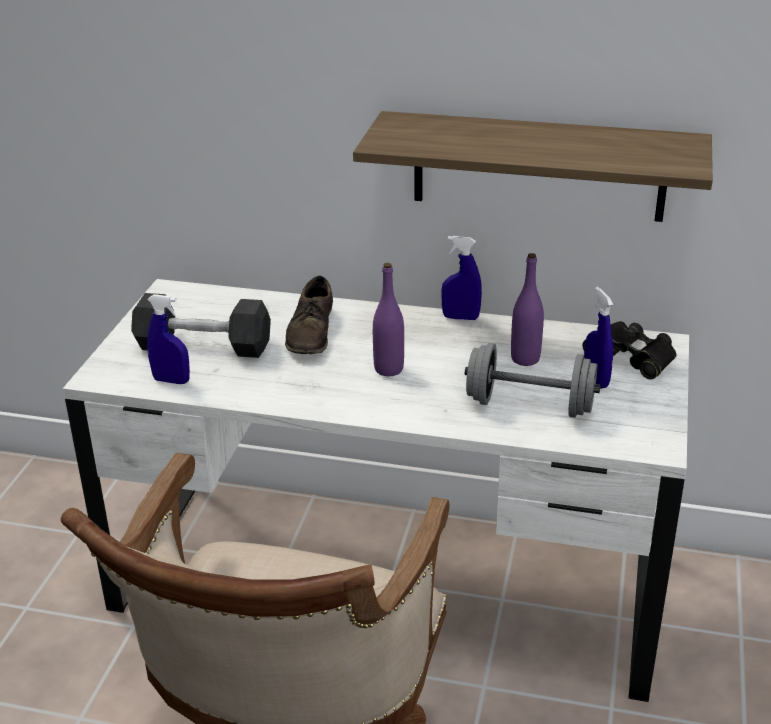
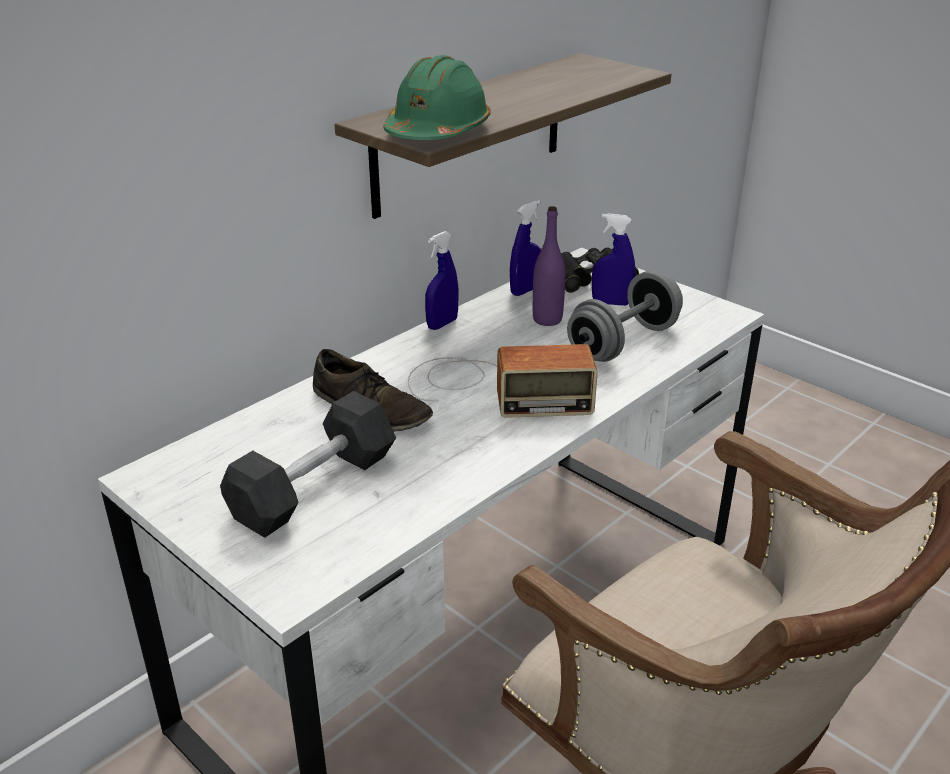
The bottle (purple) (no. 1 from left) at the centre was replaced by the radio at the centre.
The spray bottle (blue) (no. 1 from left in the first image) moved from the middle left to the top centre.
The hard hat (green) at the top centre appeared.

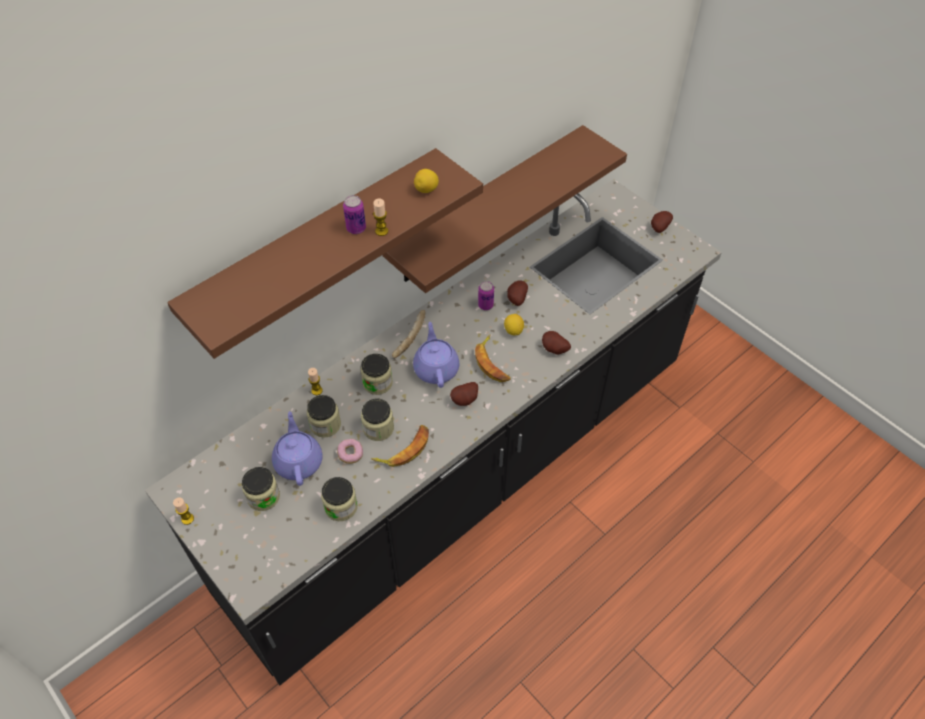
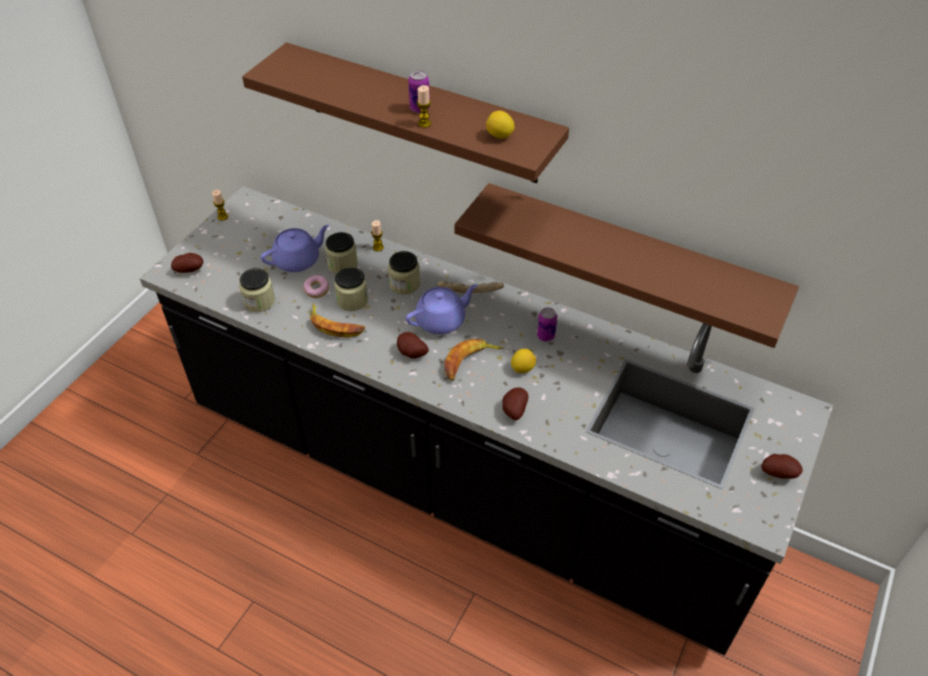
The potato (no. 2 from left in the first image) moved from the centre to the middle left.
The jar (no. 1 from left) at the bottom left disappeared.

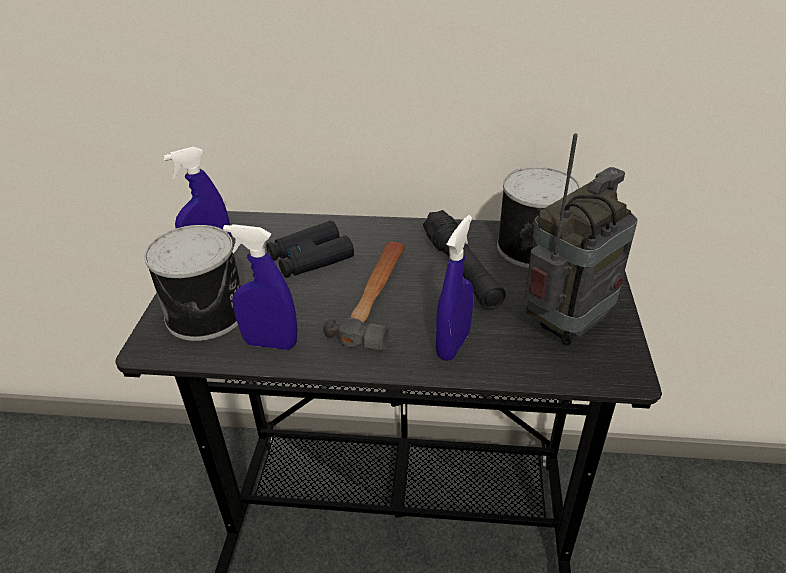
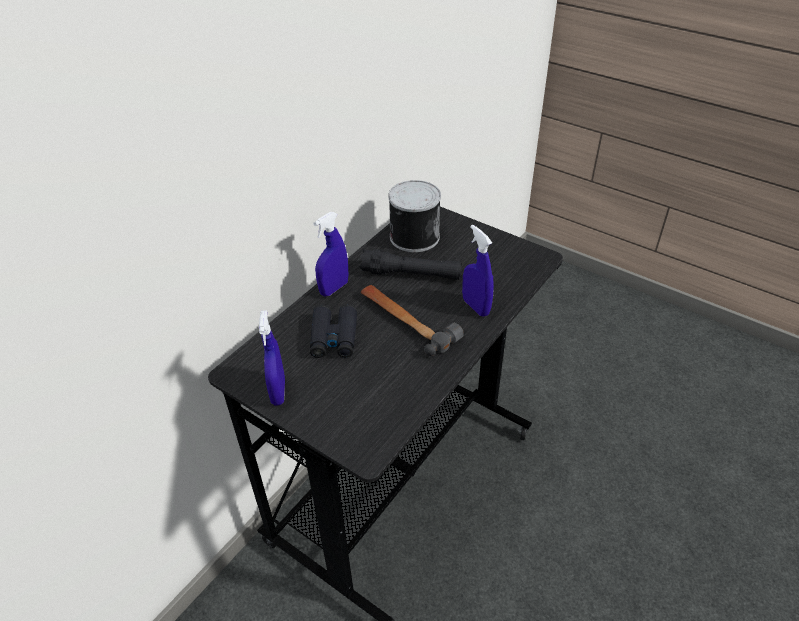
The radio at the middle right disappeared.
The spray bottle (blue) (no. 2 from left) moved from the middle left to the centre.
The can (no. 1 from left) at the middle left disappeared.

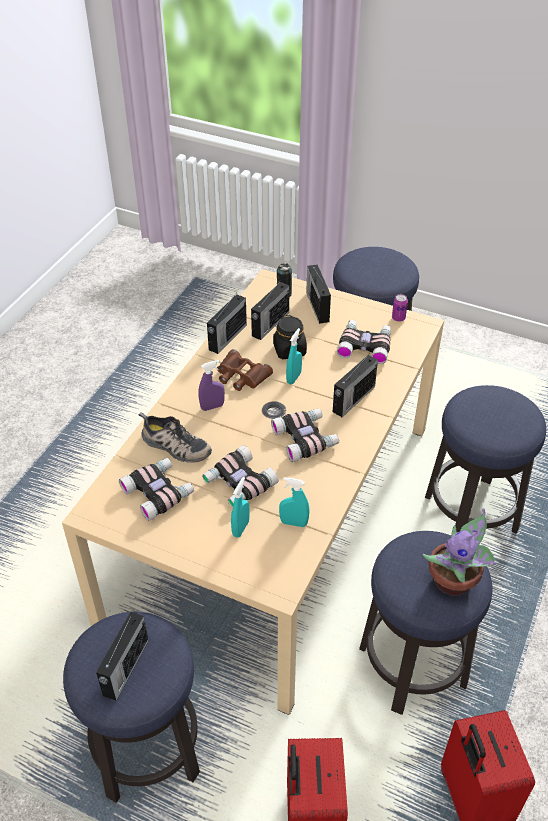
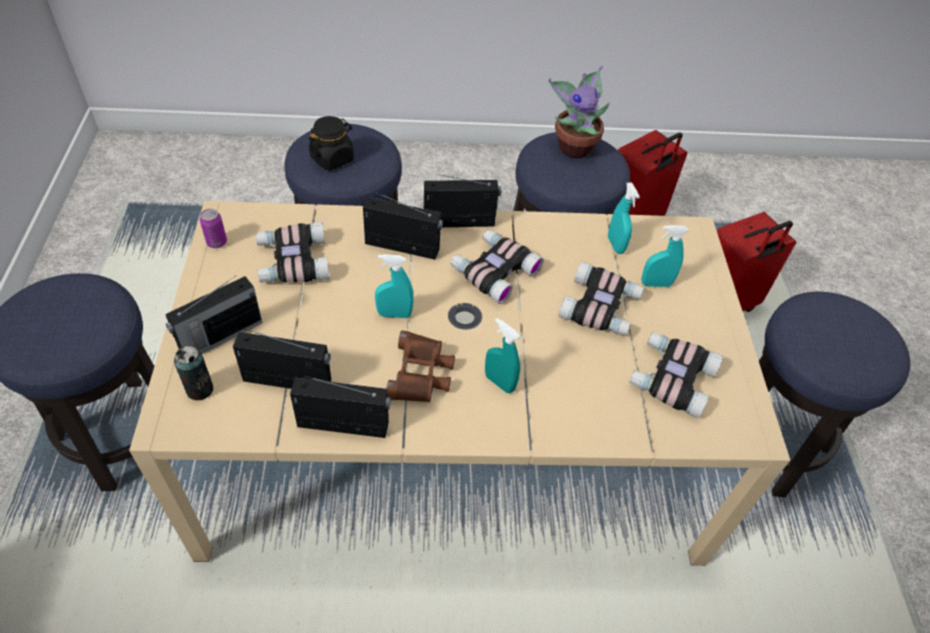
The jar (black) moved from the centre to the top centre.
The spray bottle (purple) at the centre became the spray bottle (turquoise) (no. 2 from left) at the centre.
The shoe at the middle left disappeared.
The radio (no. 1 from left in the first image) moved from the bottom left to the top centre.

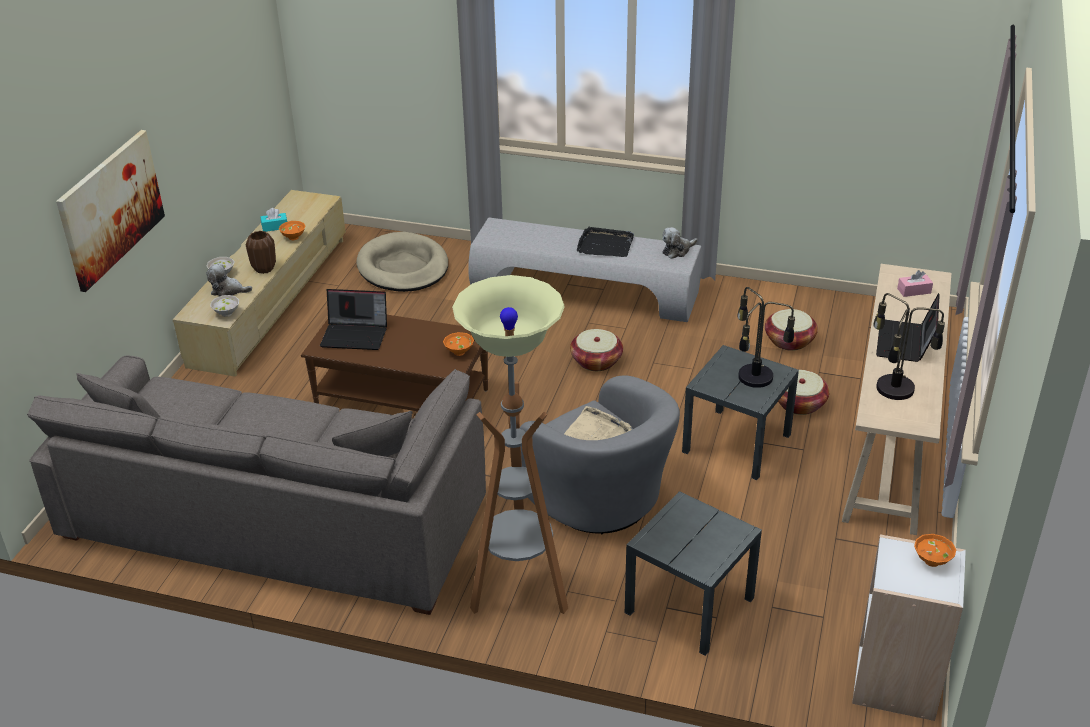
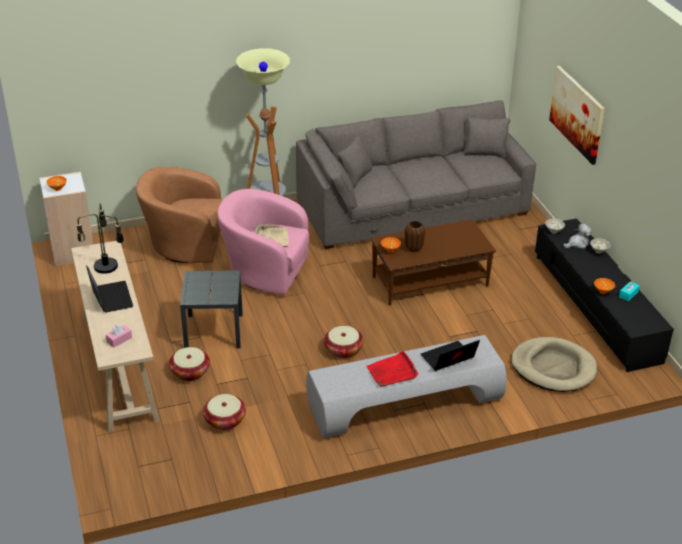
The tv stand (beige) at the middle left became the tv stand (black) at the middle right.
The tray (black) at the top centre became the tray (red) at the bottom centre.
The plush toy (no. 2 from left) at the centre disappeared.
The vase (brown) moved from the middle left to the centre.
The table lamp (no. 1 from left) at the middle right disappeared.
The laptop (no. 1 from left in the first image) moved from the middle left to the centre.
The armchair (grey) at the centre became the armchair (pink) at the centre.
The side table (grey) (no. 1 from left) at the bottom centre was replaced by the armchair (brown) at the middle left.

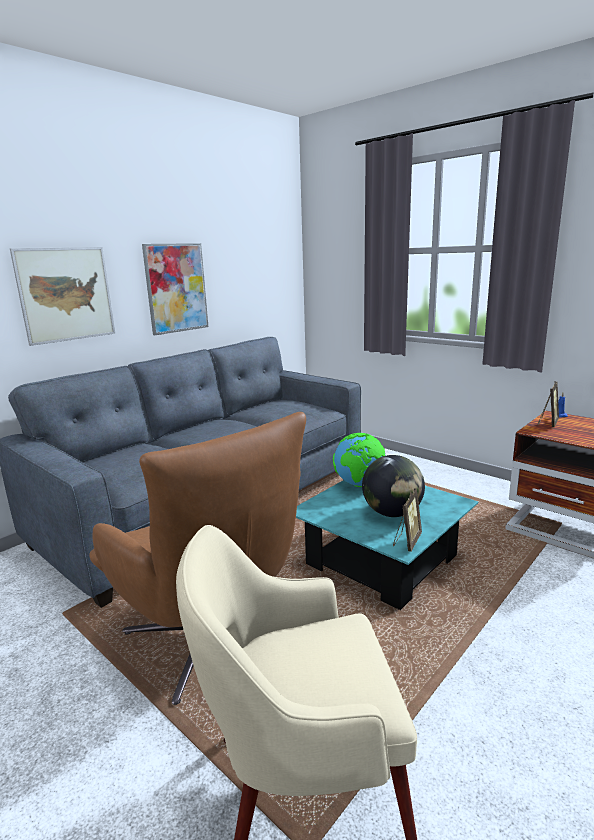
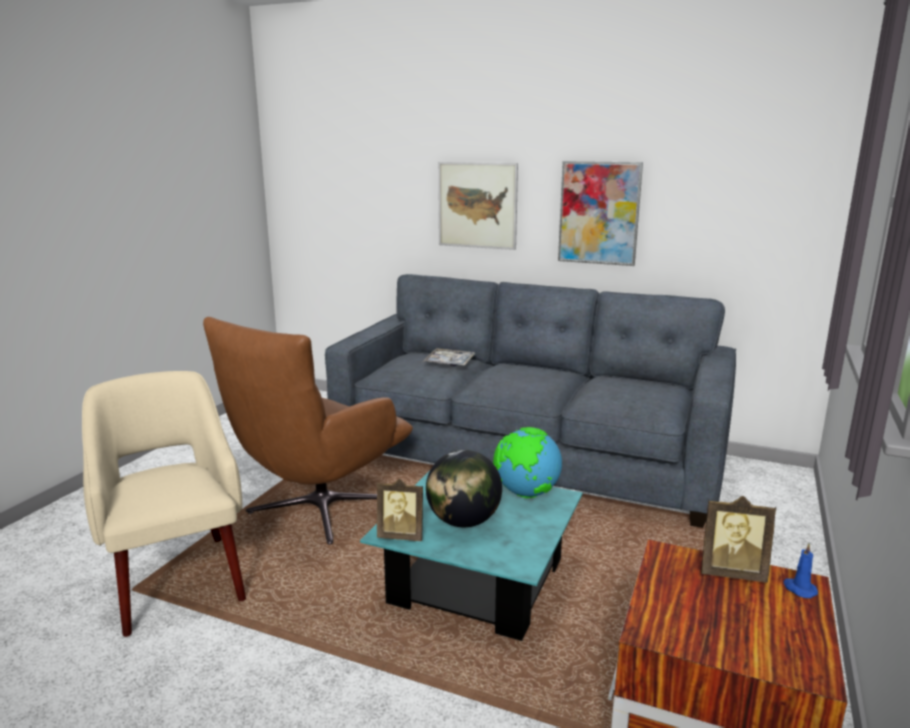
The tray at the centre appeared.

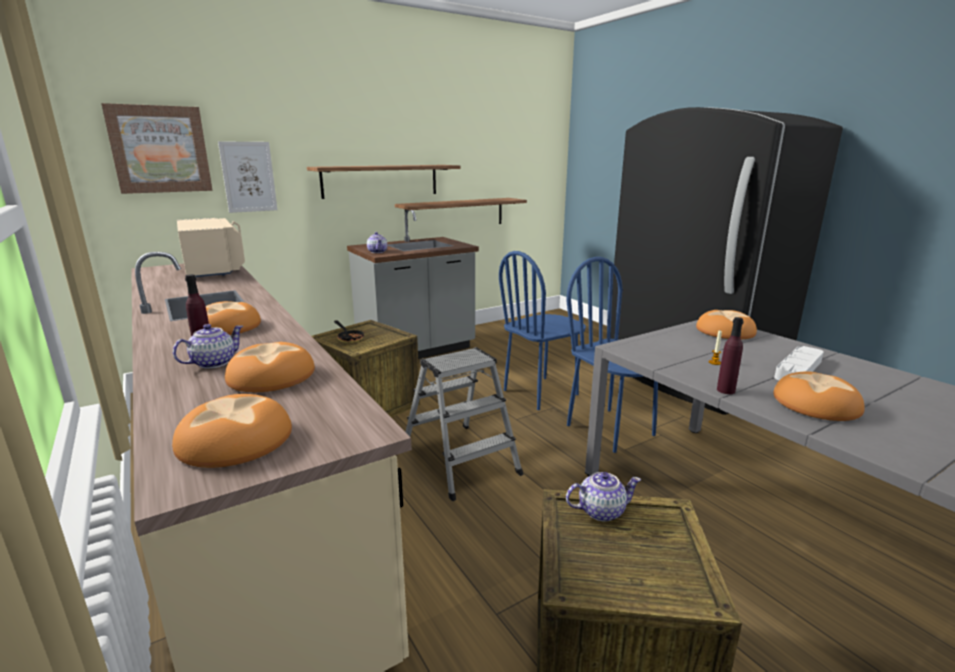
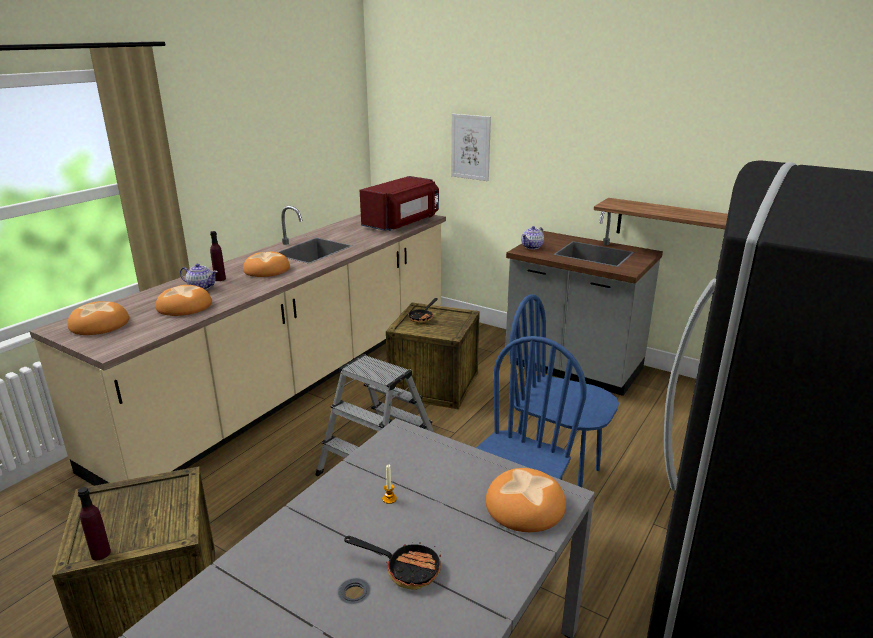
The picture (no. 1 from left) at the top left disappeared.
The shelf (no. 1 from left) at the top centre disappeared.
The microwave (beige) at the middle left became the microwave (red) at the top centre.
The bottle (purple) (no. 2 from left in the first image) moved from the middle right to the bottom left.
The tray (grey) at the middle right was replaced by the frying pan (no. 1 from left) at the bottom centre.
The bread (no. 5 from left) at the middle right disappeared.
The teapot (no. 3 from left) at the bottom centre disappeared.

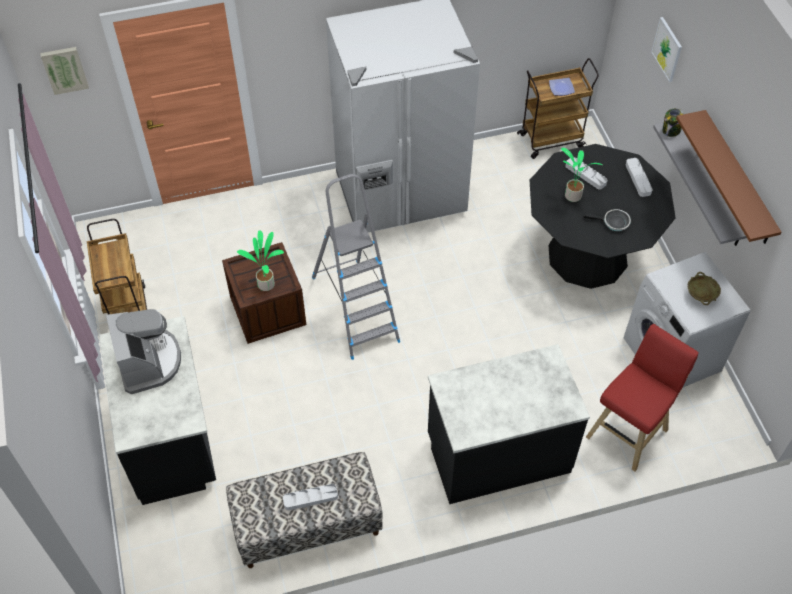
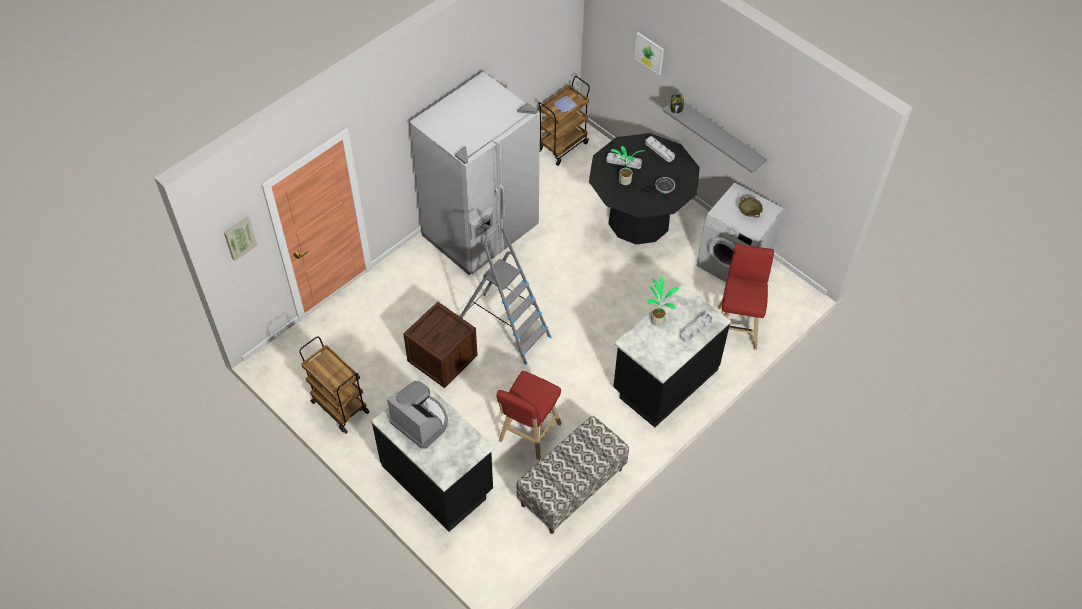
The shelf (brown) at the top right disappeared.
The potted plant (no. 1 from left in the first image) moved from the middle left to the centre.
The tray (grey) (no. 1 from left in the first image) moved from the bottom centre to the centre.
The stool (red) (no. 1 from left) at the bottom centre appeared.

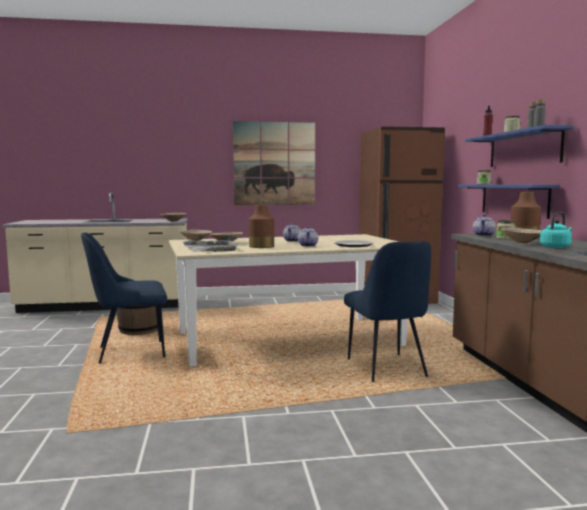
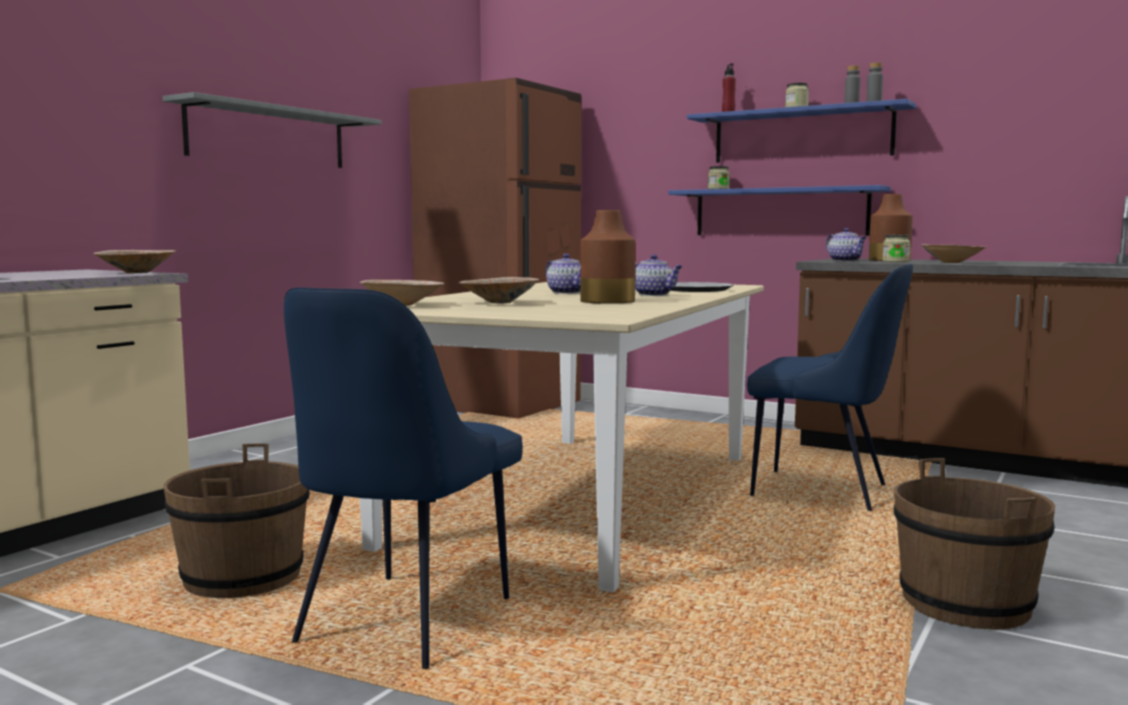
The picture at the top centre was replaced by the shelf (grey) at the top left.
The kettle (turquoise) at the middle right disappeared.
The tray (grey) at the centre disappeared.
The bucket (brown) (no. 2 from left) at the bottom right appeared.

